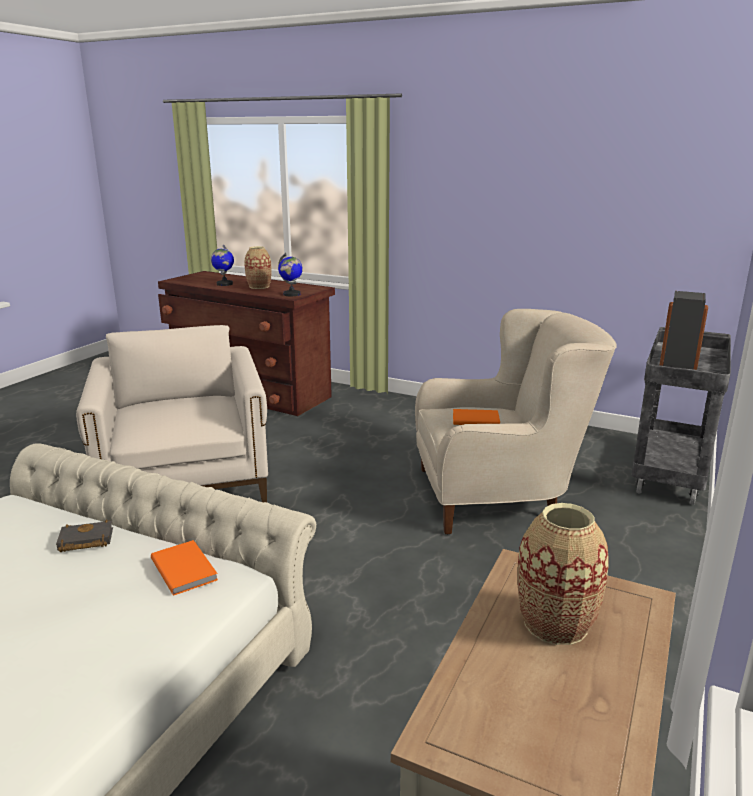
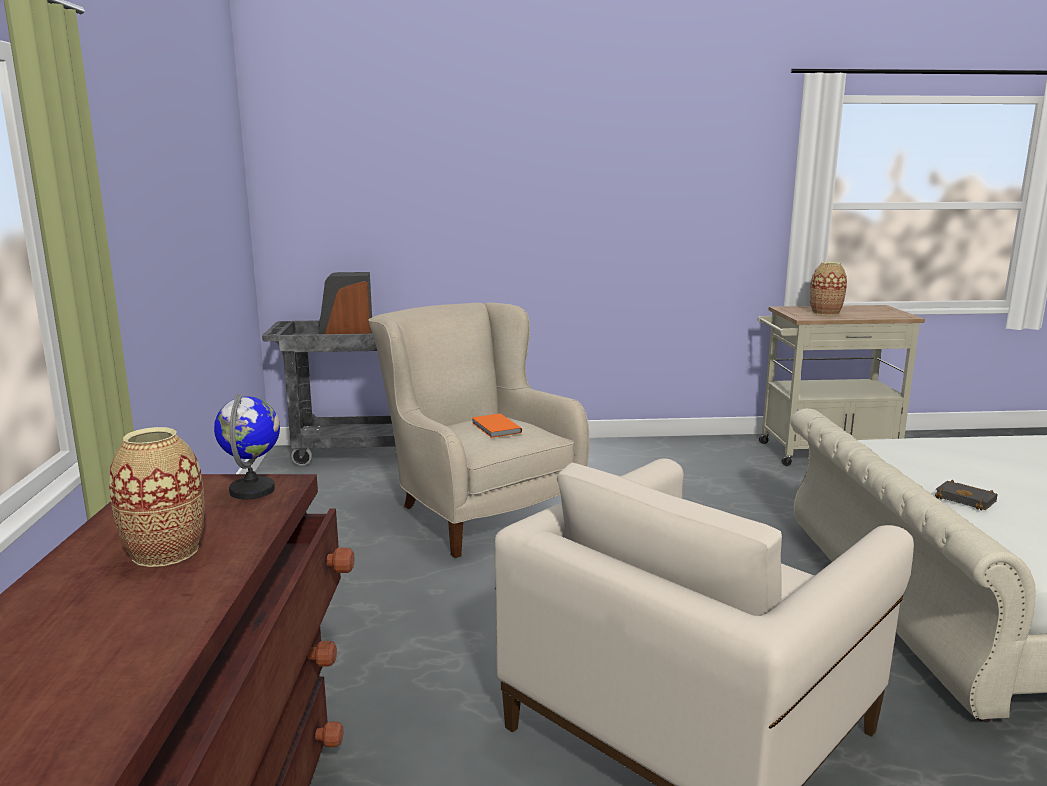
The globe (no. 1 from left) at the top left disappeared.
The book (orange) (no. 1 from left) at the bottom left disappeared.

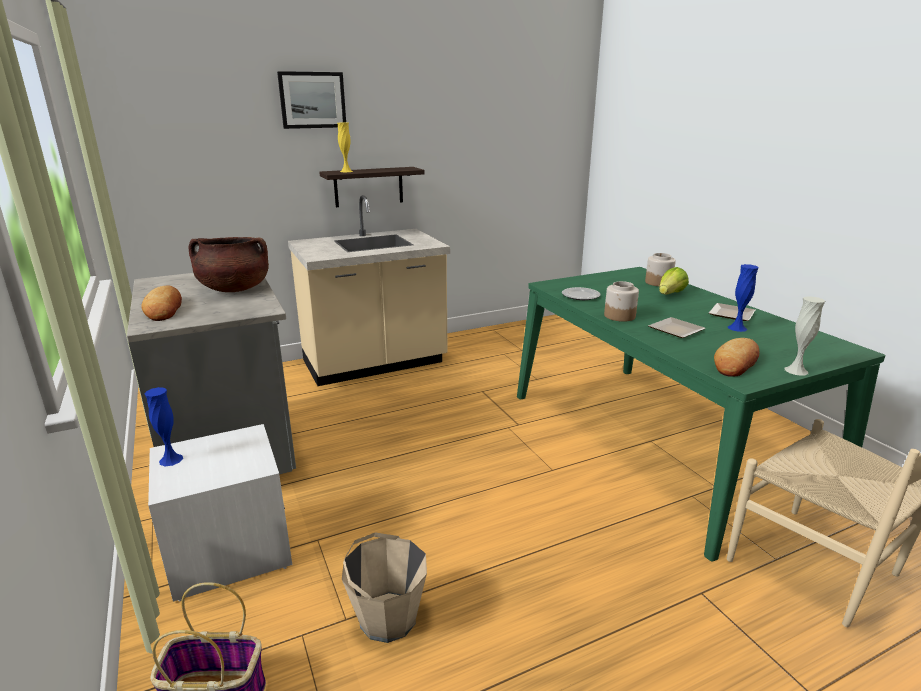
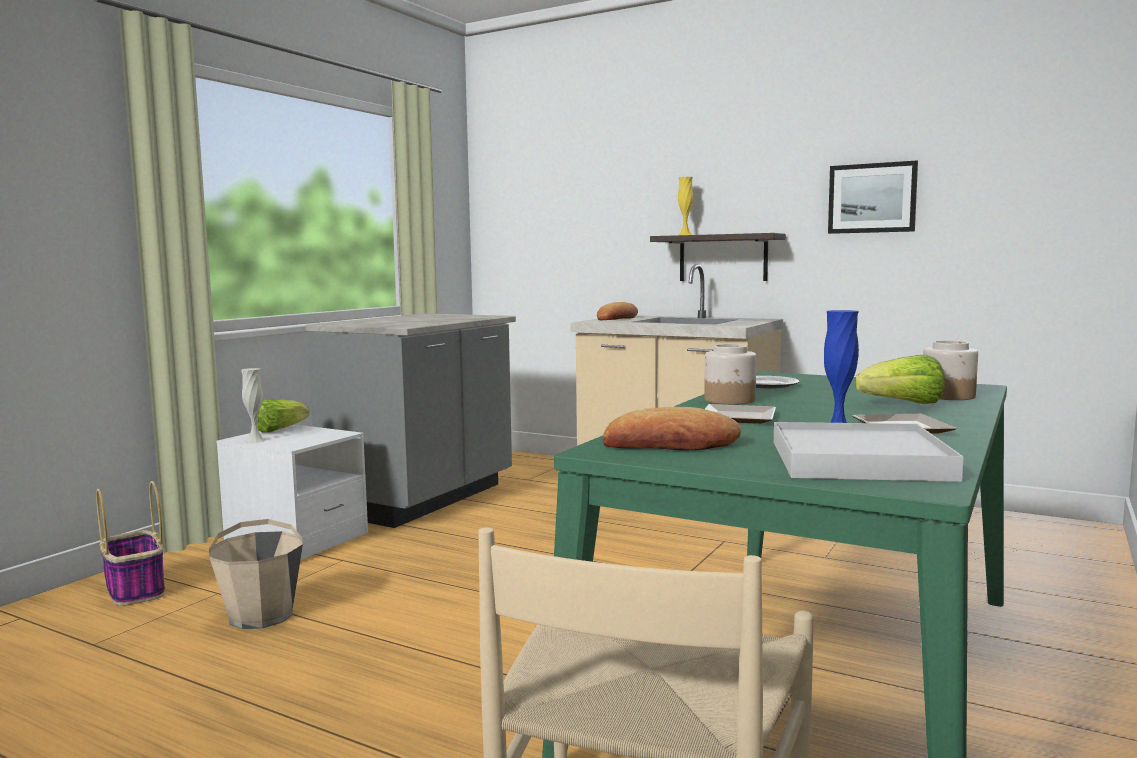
The picture moved from the top centre to the top right.
The cooking pot (brown) at the middle left disappeared.
The bread (no. 1 from left) moved from the middle left to the centre.
The vase (white) moved from the middle right to the middle left.
The vase (blue) (no. 1 from left) at the middle left was replaced by the lettuce (no. 1 from left) at the middle left.
The tray (white) at the middle right appeared.

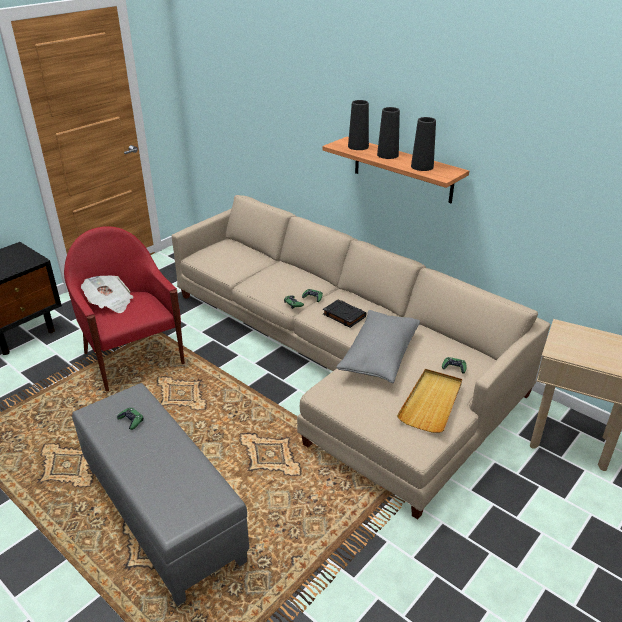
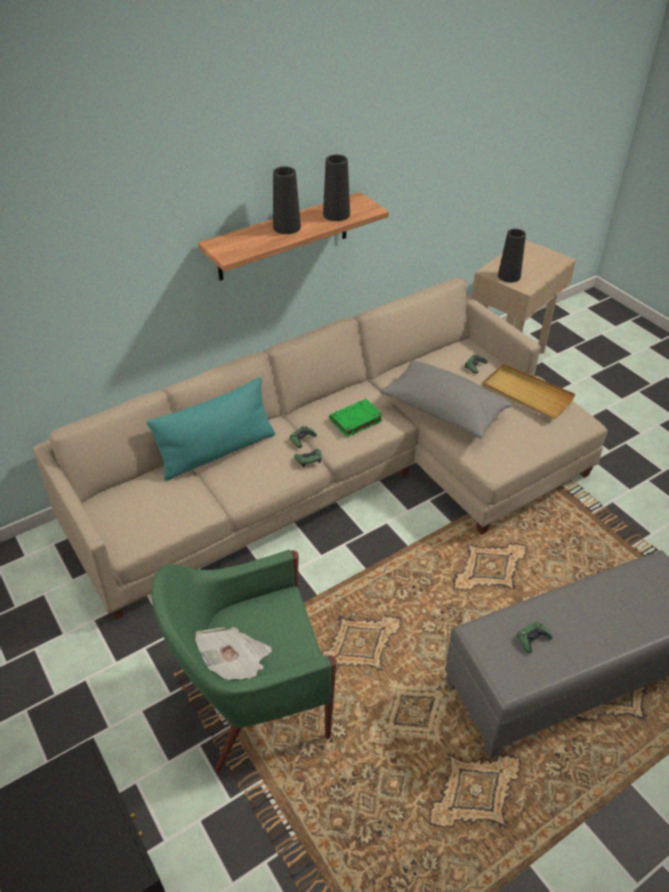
The vase (black) (no. 1 from left in the first image) moved from the top centre to the top right.
The armchair (red) at the middle left became the armchair (green) at the bottom centre.
The book (black) at the centre became the book (green) at the centre.
The pillow (turquoise) at the middle left appeared.

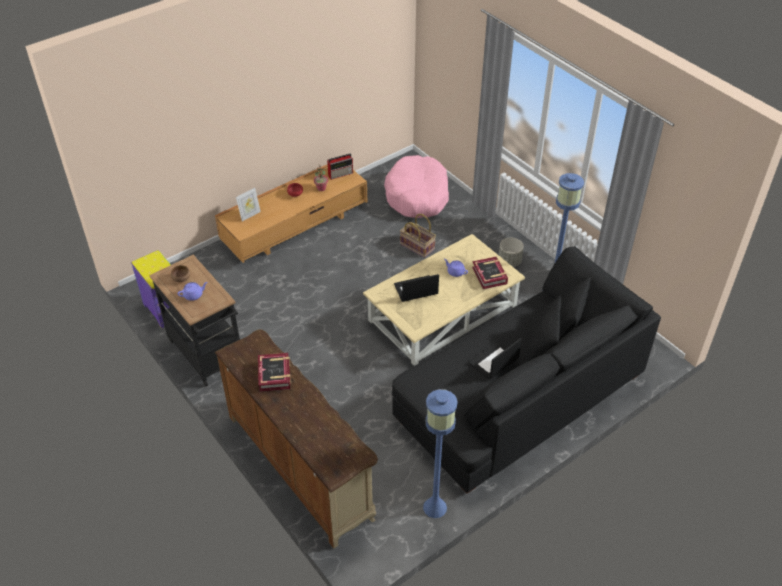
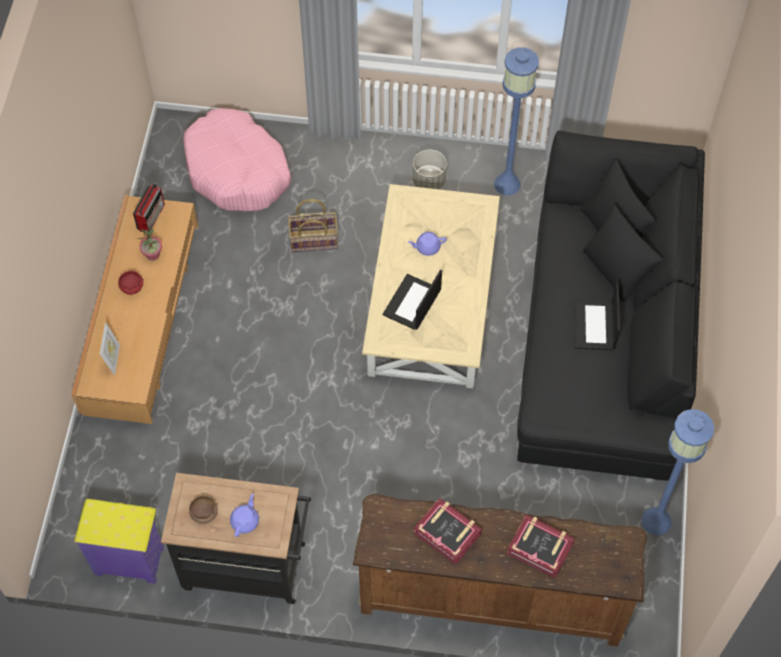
The book (no. 2 from left) moved from the centre to the bottom right.

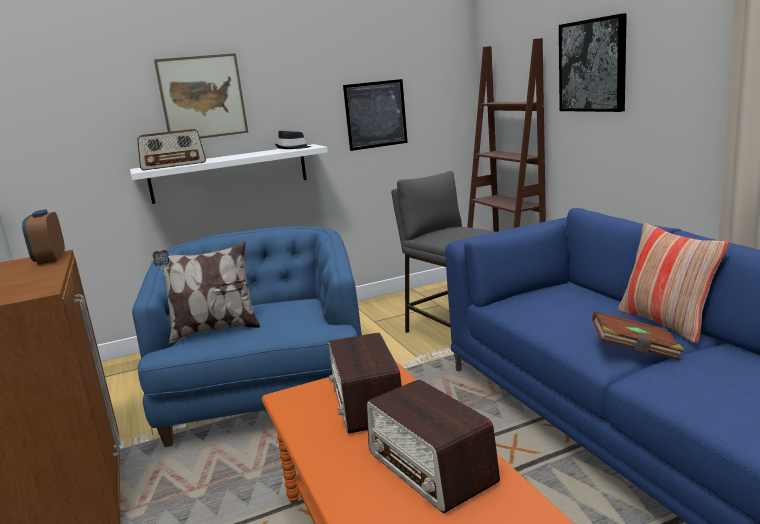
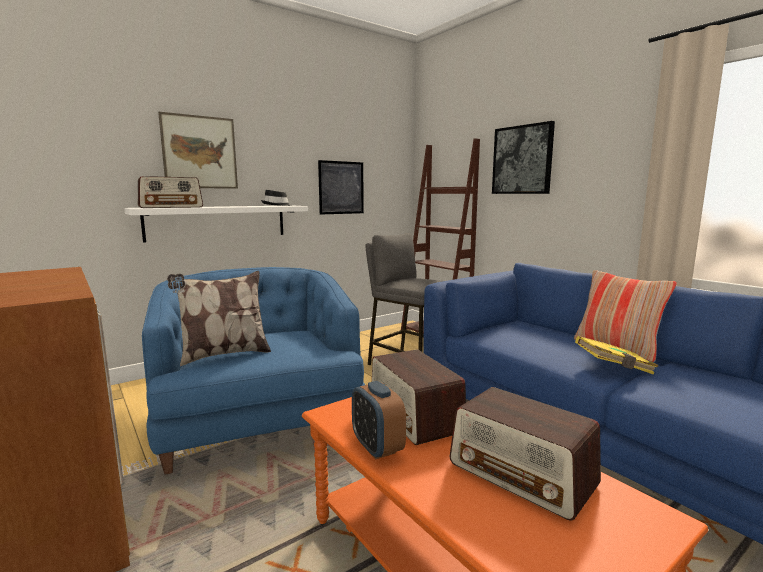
The alarm clock moved from the middle left to the bottom centre.
The book (brown) at the middle right became the book (yellow) at the middle right.

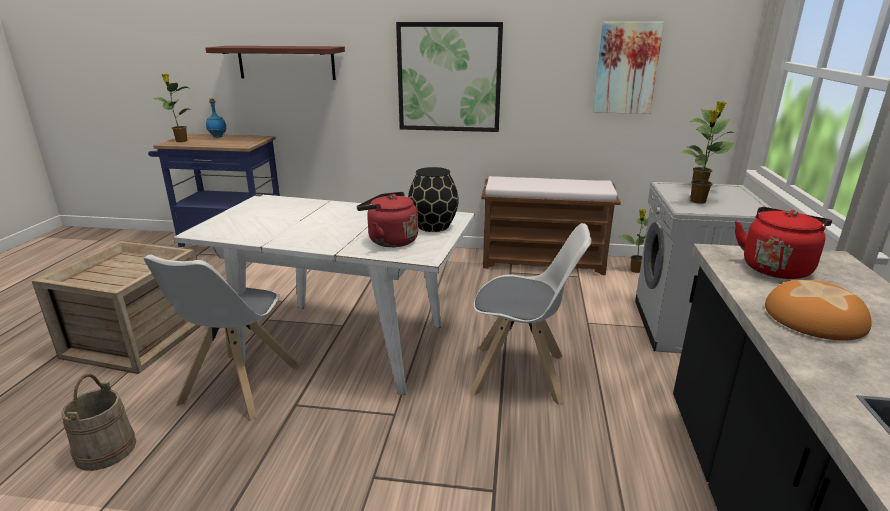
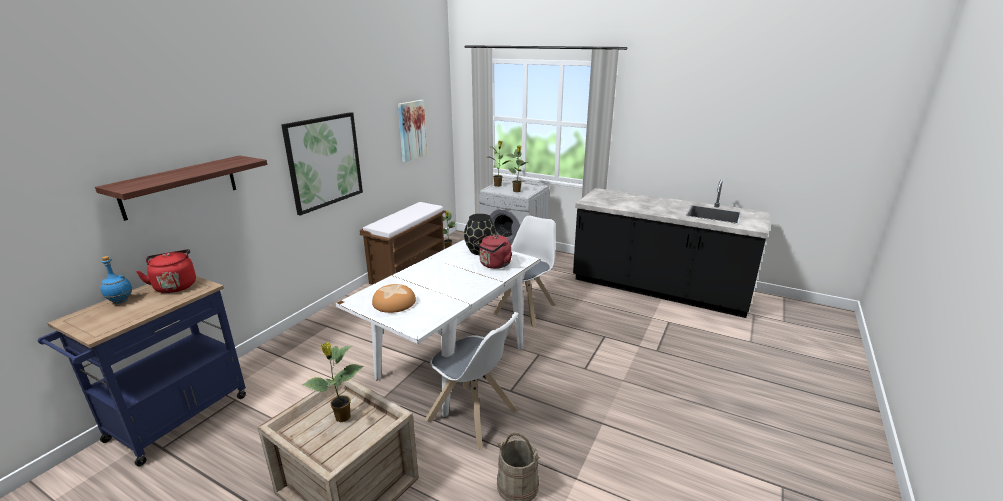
The potted plant (no. 1 from left) moved from the top left to the bottom left.
The kettle (red) (no. 2 from left in the first image) moved from the middle right to the middle left.
The bread moved from the middle right to the centre.

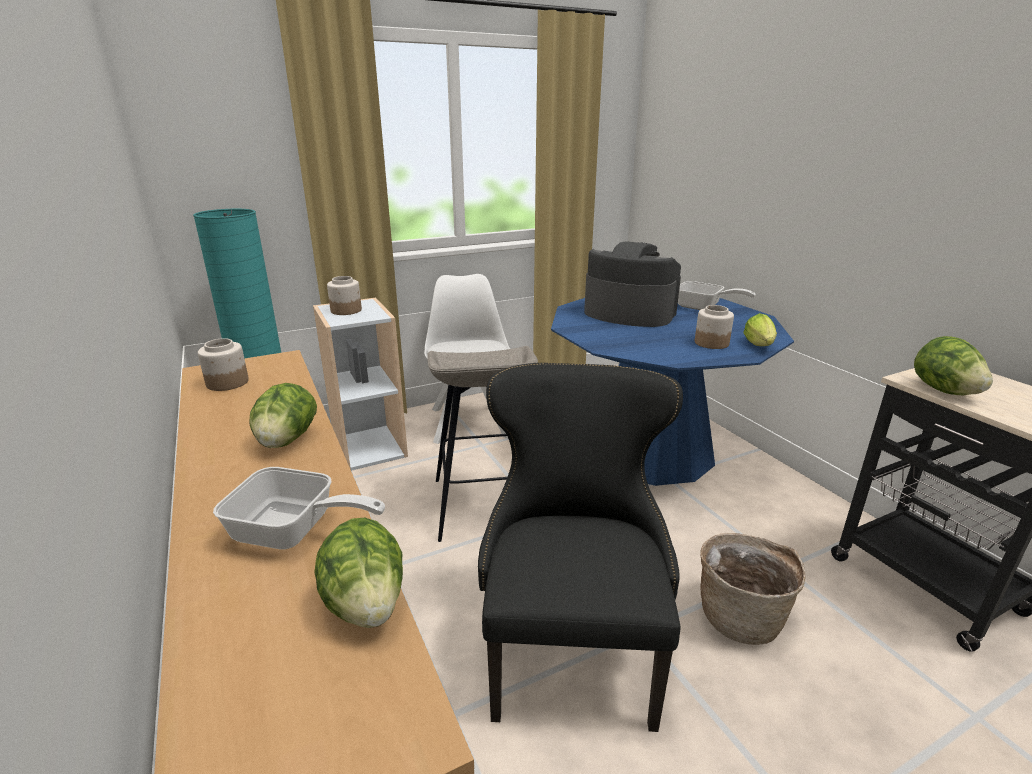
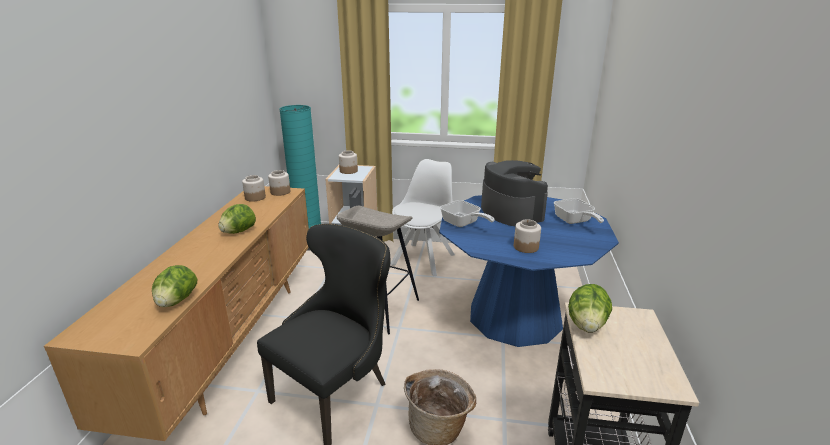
The lettuce (no. 3 from left) at the middle right disappeared.
The frying pan (no. 1 from left) moved from the middle left to the centre.
The jar (no. 2 from left) at the centre appeared.

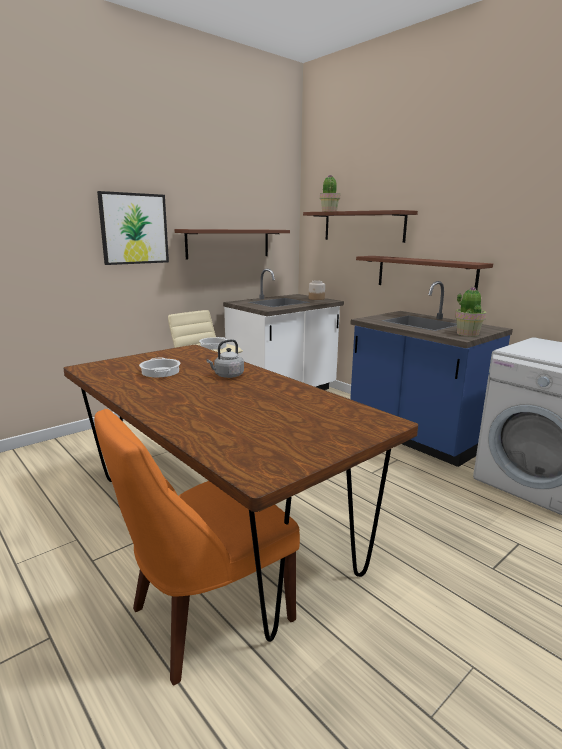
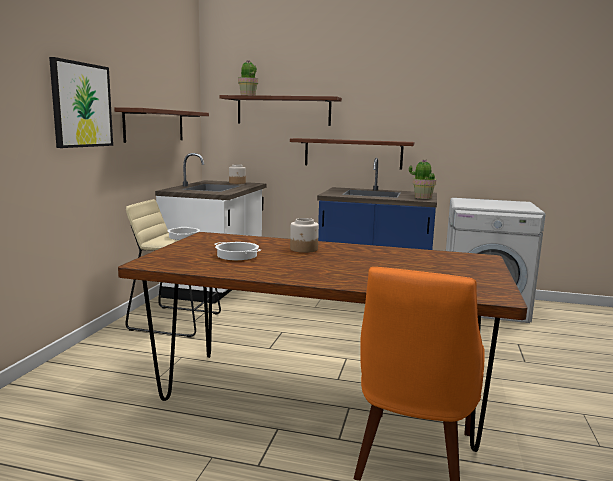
The kettle (grey) at the centre was replaced by the jar (no. 2 from left) at the centre.

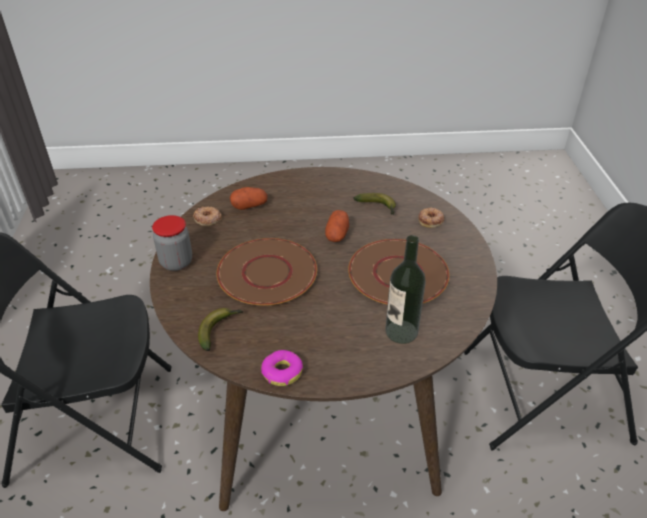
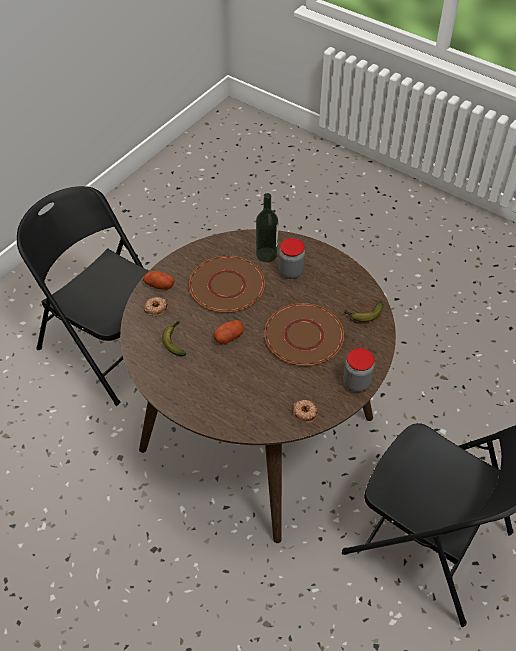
The potato (no. 1 from left) moved from the centre to the middle left.
The donut (no. 2 from left) at the bottom centre disappeared.
The jar (no. 1 from left) at the centre appeared.

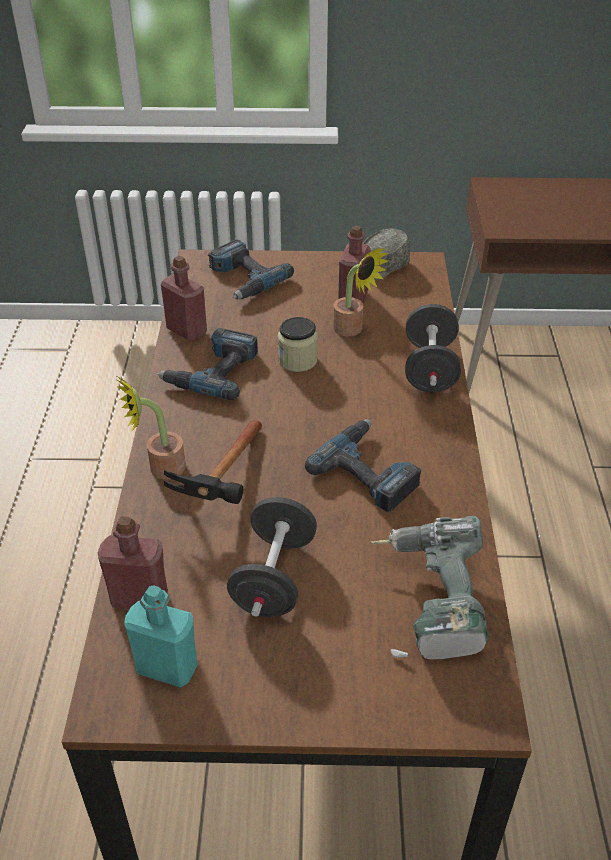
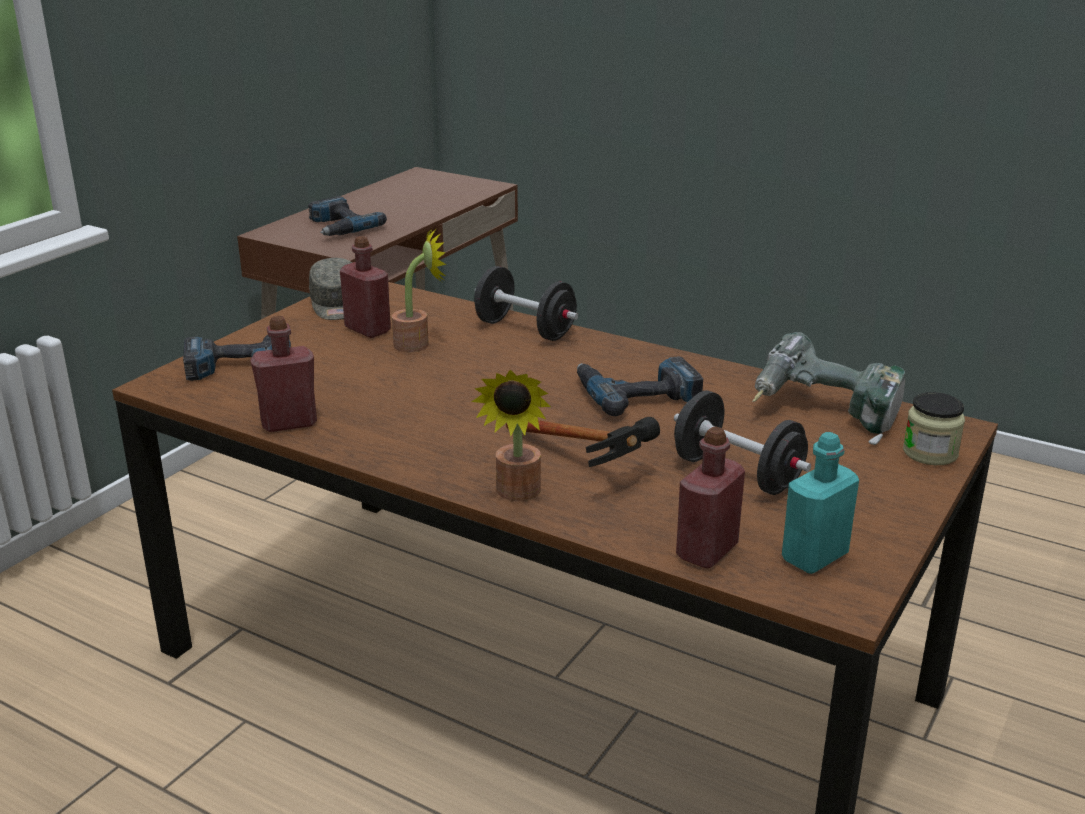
The jar moved from the centre to the middle right.
The power drill (no. 1 from left in the first image) moved from the centre to the top left.

